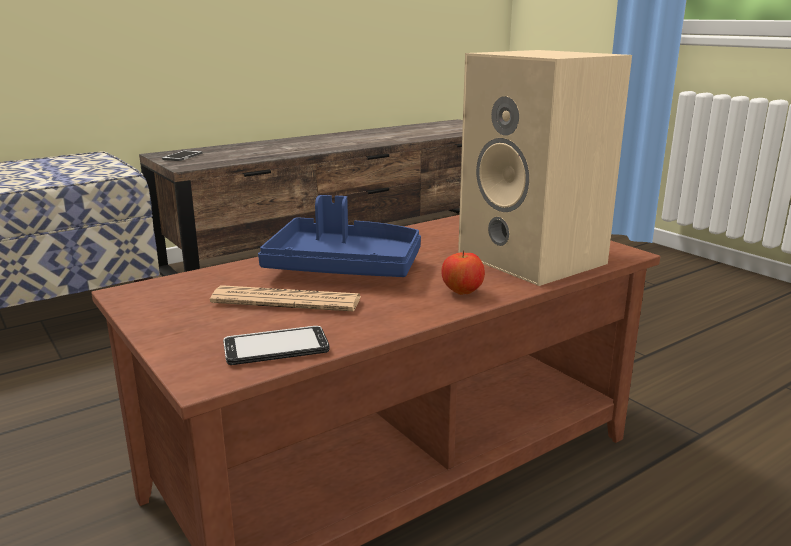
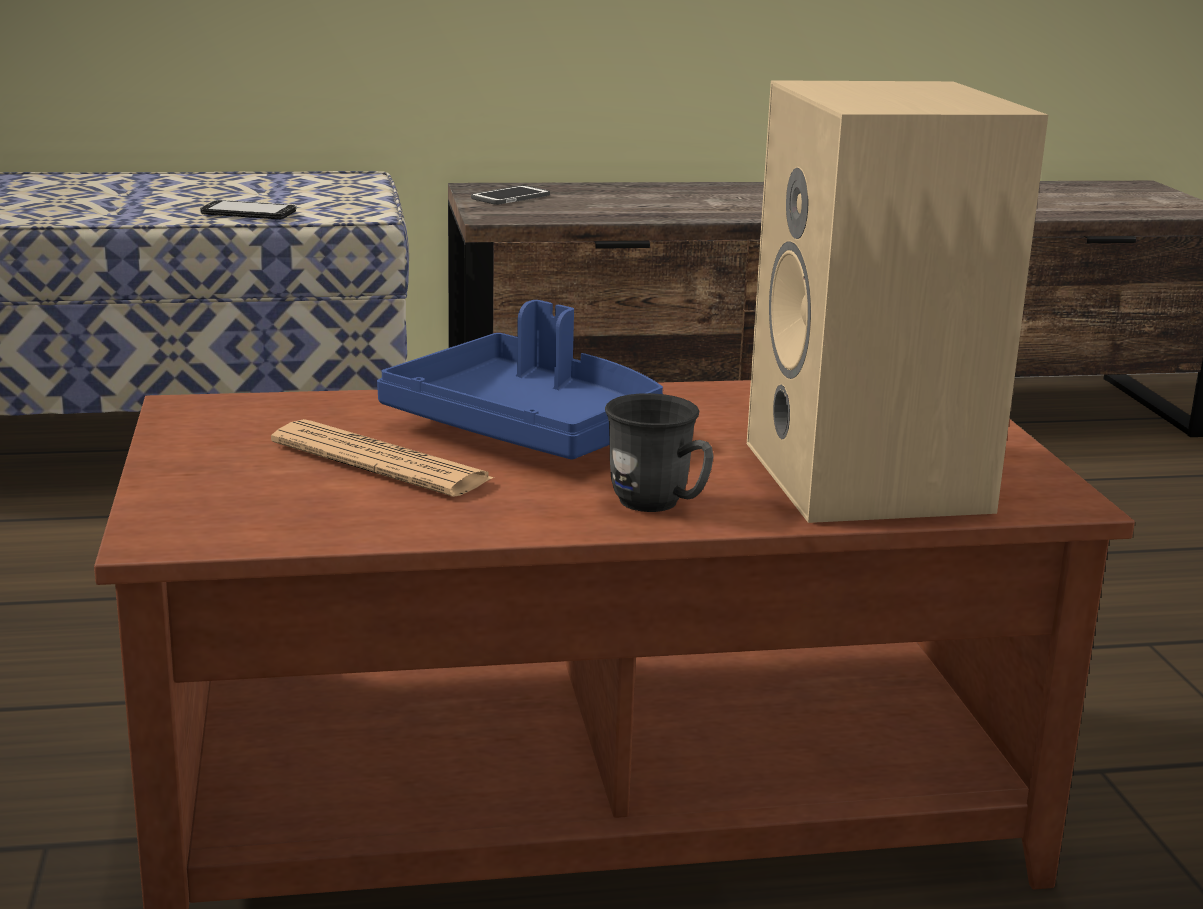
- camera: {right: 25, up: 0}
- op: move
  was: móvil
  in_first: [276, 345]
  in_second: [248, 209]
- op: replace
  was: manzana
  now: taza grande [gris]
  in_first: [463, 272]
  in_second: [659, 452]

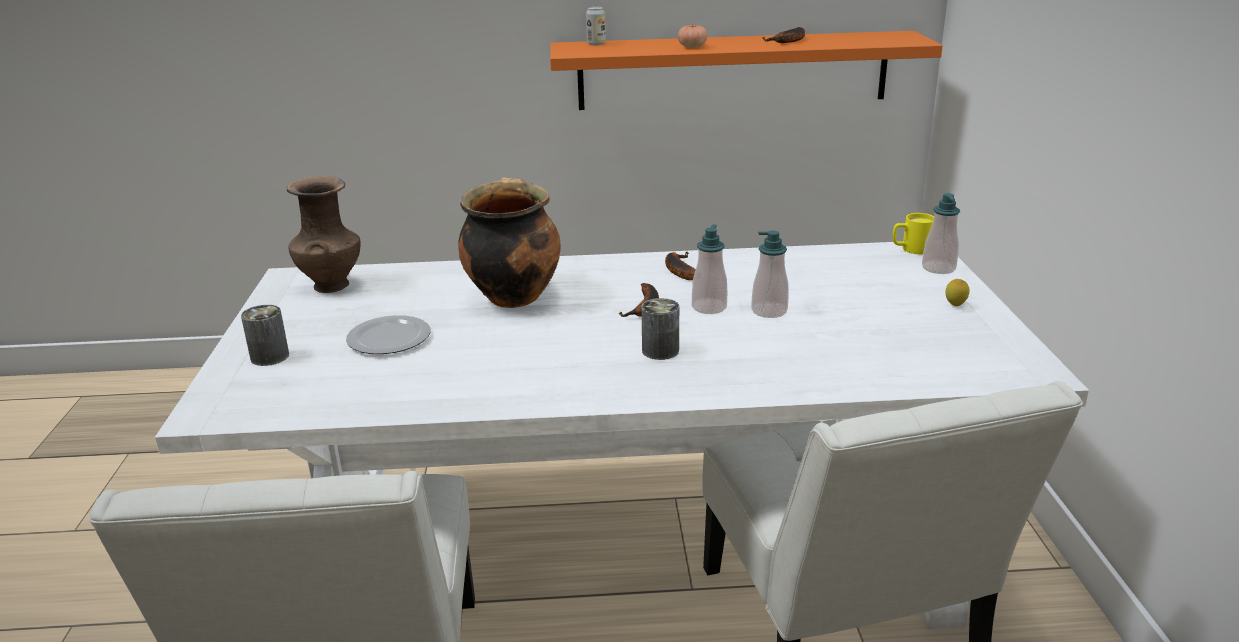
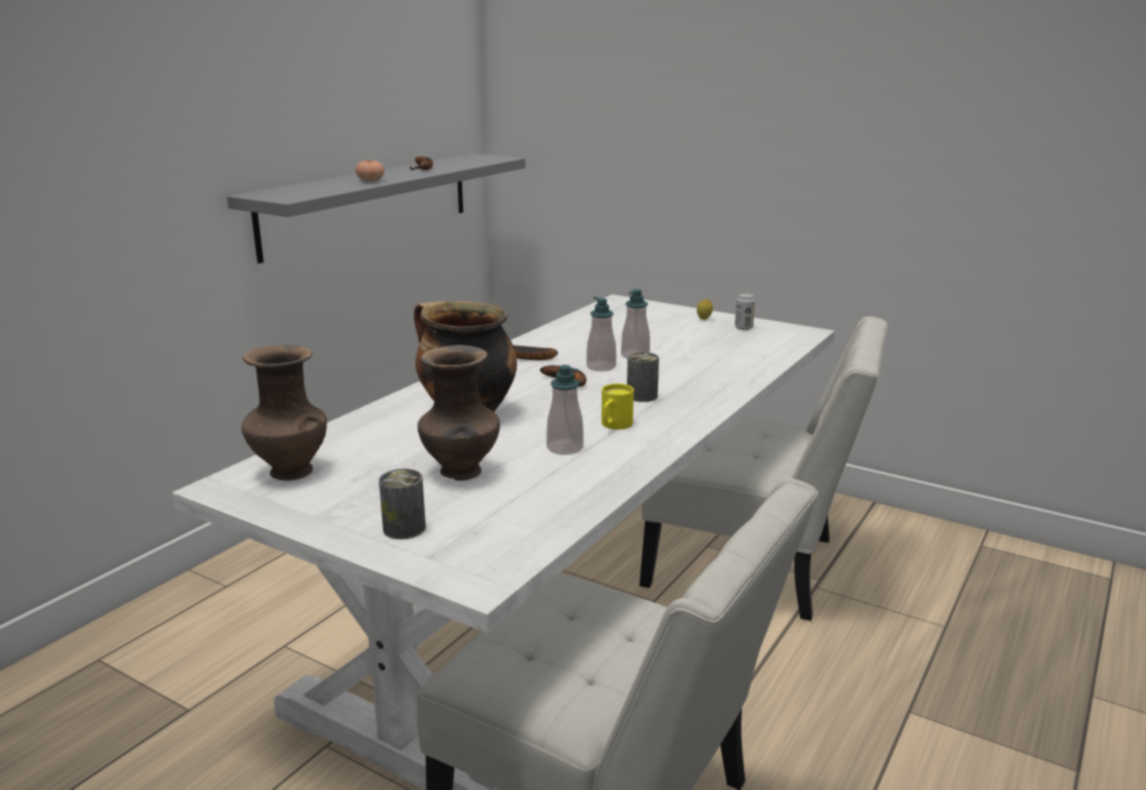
- camera: {right: -55, up: -5}
- op: recolor
  was: estante [naranja]
  now: estante [gris]
  in_first: [746, 70]
  in_second: [376, 208]
- op: replace
  was: plato
  now: florero [marrón]
  in_first: [388, 334]
  in_second: [459, 413]
- op: move
  was: dispensador de jabón
  in_first: [941, 233]
  in_second: [565, 410]
- op: move
  was: taza grande [amarillo]
  in_first: [913, 233]
  in_second: [618, 407]
- op: move
  was: lata
  in_first: [596, 26]
  in_second: [745, 311]

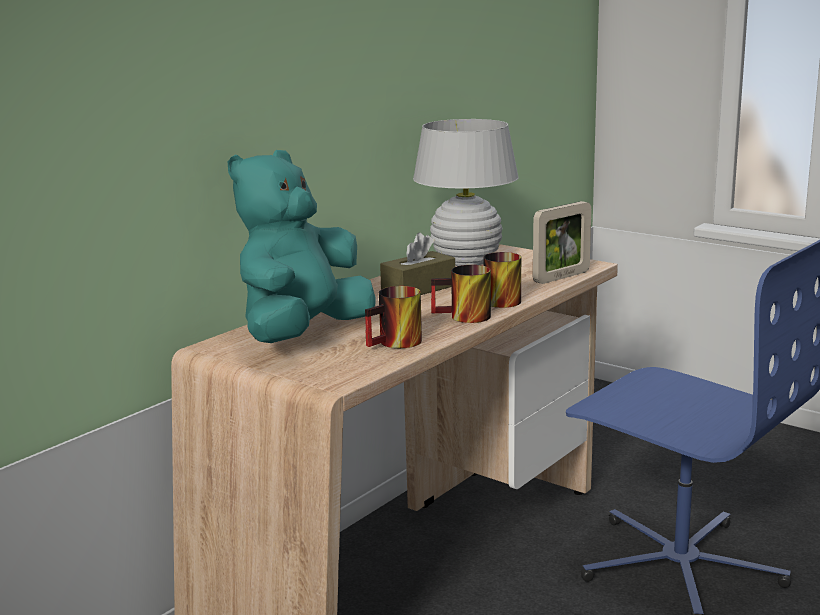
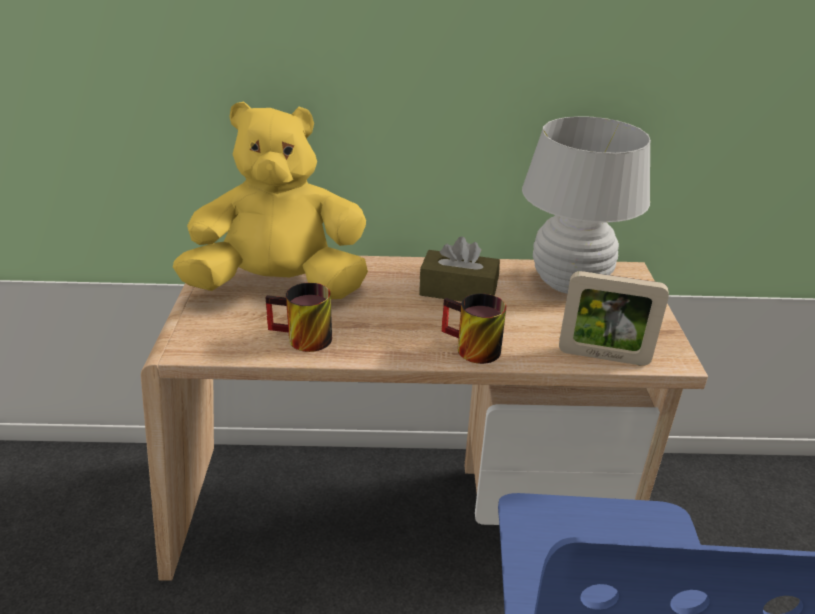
- camera: {right: 50, up: 15}
- op: recolor
  was: peluche [turquesa]
  now: peluche [amarillo]
  in_first: [302, 246]
  in_second: [270, 200]
- op: delete
  was: taza grande
  in_first: [461, 294]

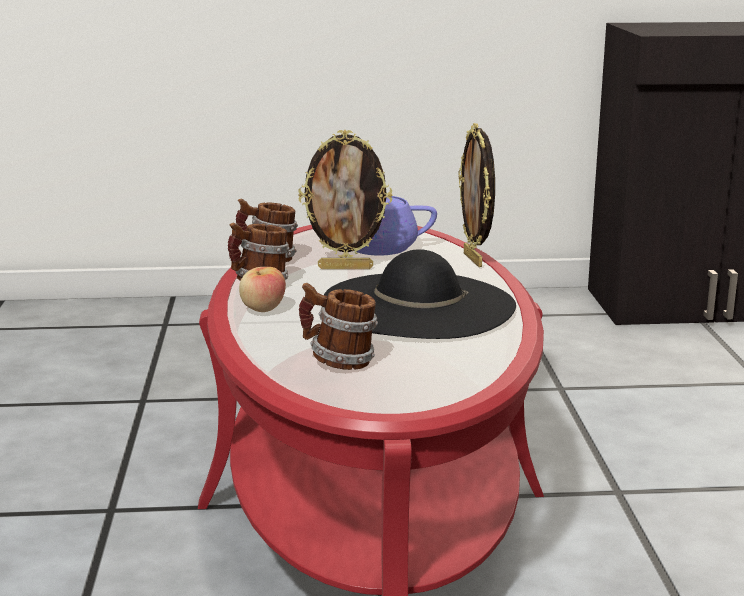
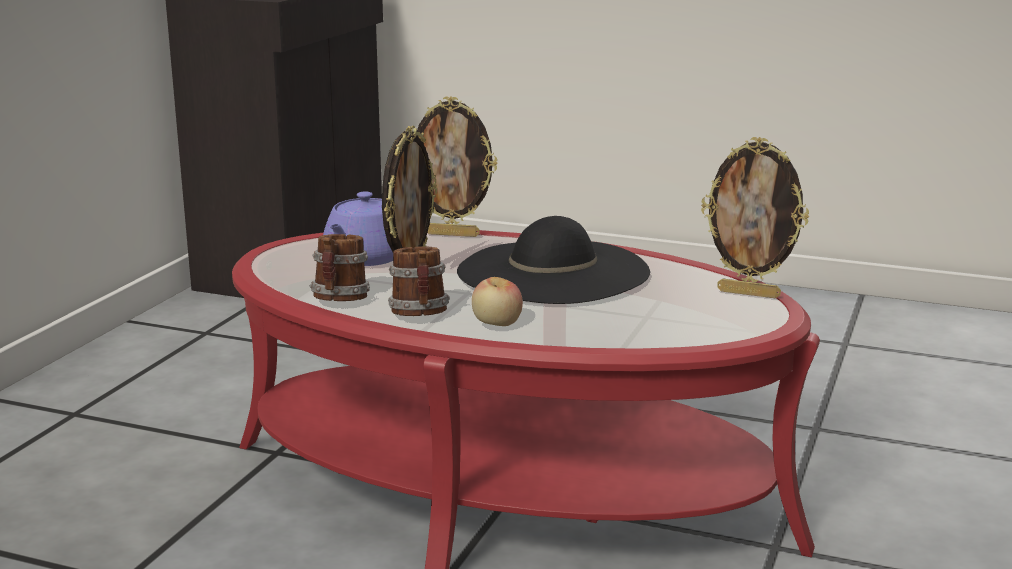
- camera: {right: -65, up: 0}
- op: insert
  now: portarretratos
  in_second: [755, 218]
- op: delete
  was: taza grande
  in_first: [338, 326]

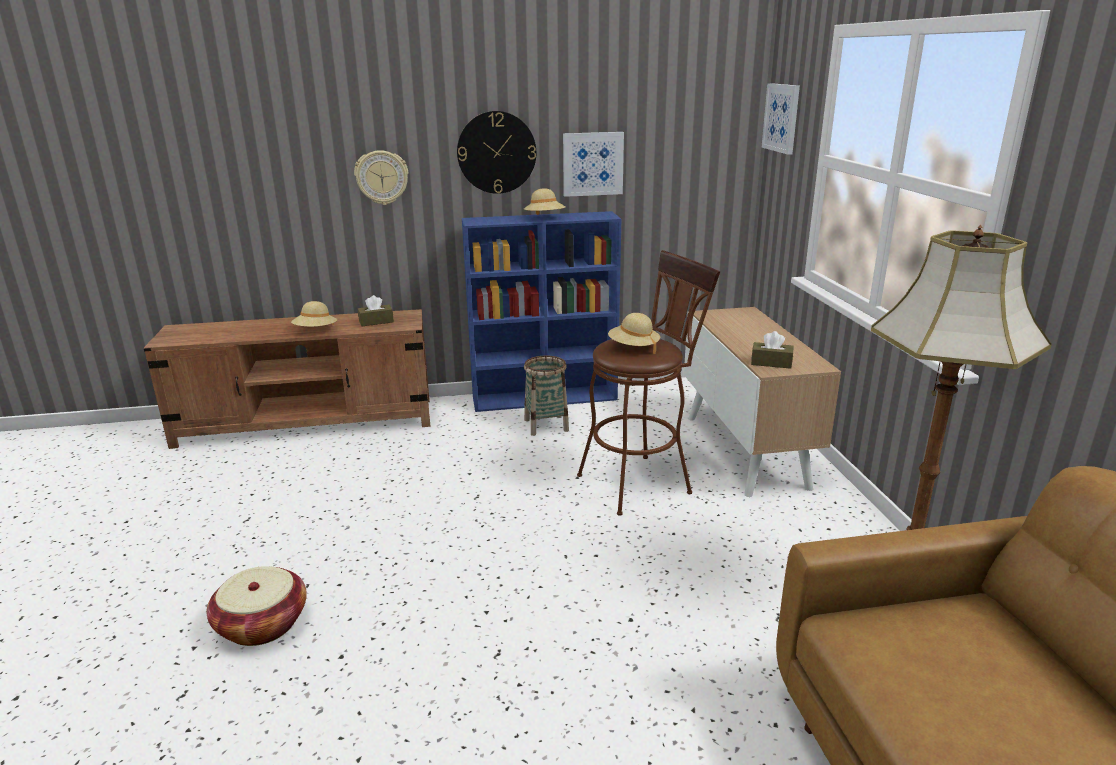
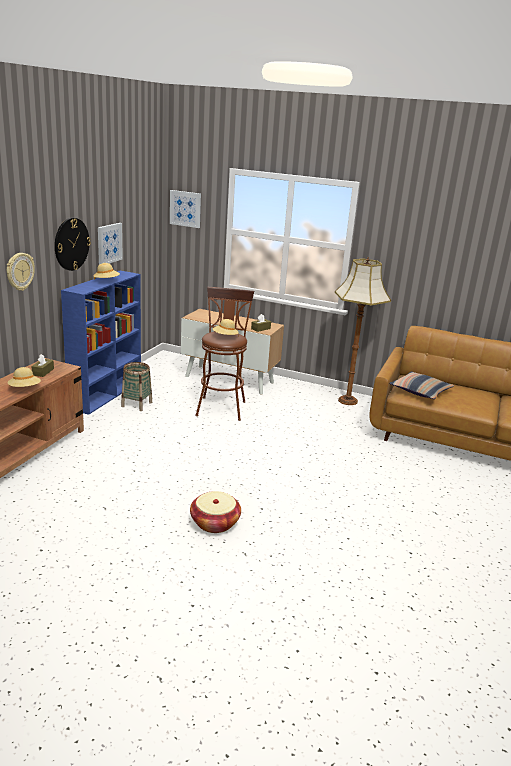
- camera: {right: -60, up: 0}
- op: insert
  now: cojín
  in_second: [422, 385]

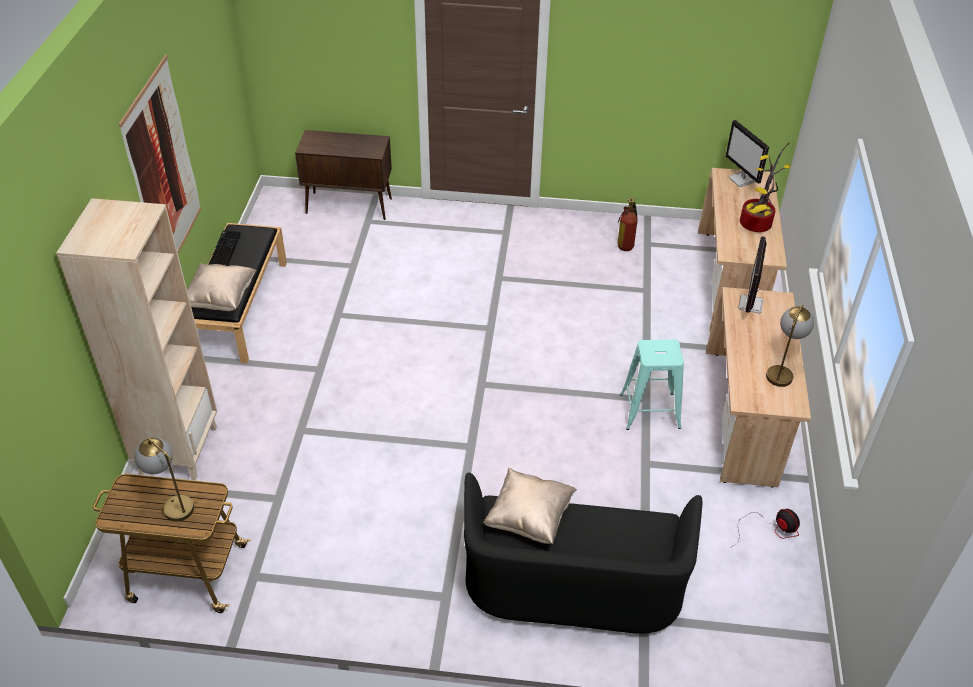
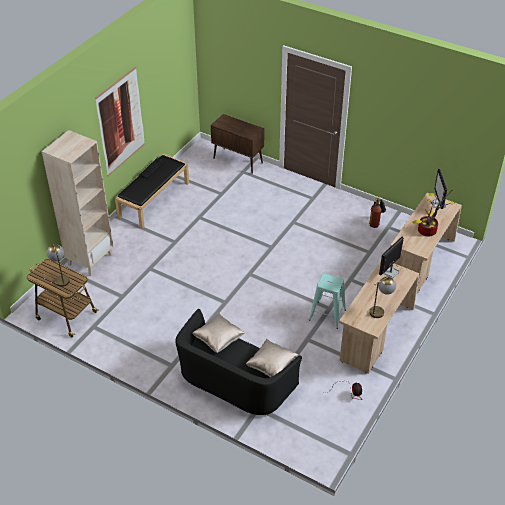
- camera: {right: 25, up: 0}
- op: move
  was: cojín [beis]
  in_first: [222, 287]
  in_second: [272, 358]

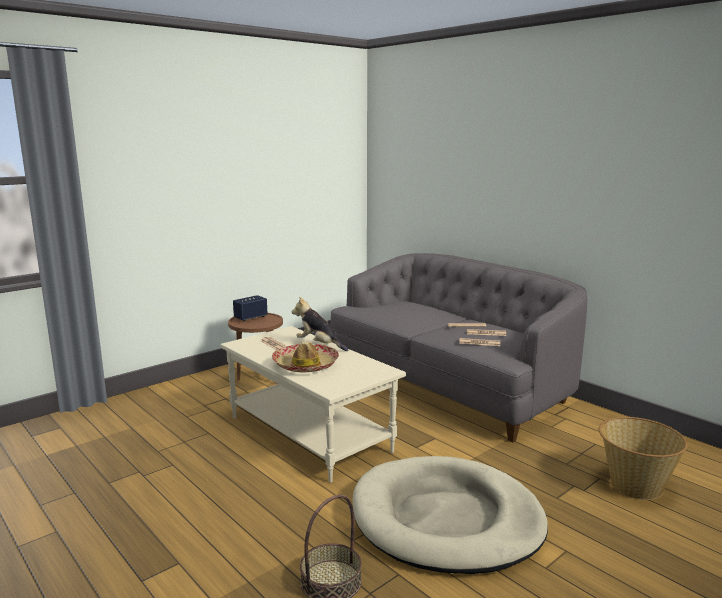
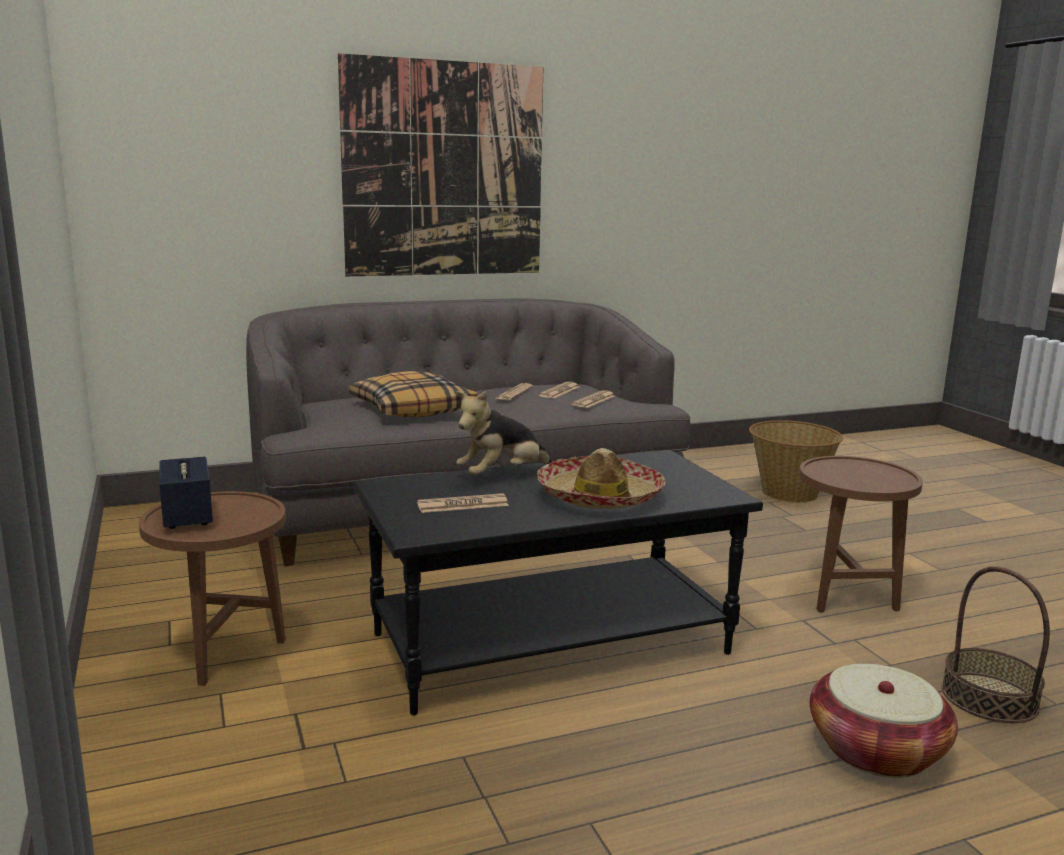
- camera: {right: -70, up: 0}
- op: insert
  now: cuadro
  in_second: [440, 164]
- op: insert
  now: cojín
  in_second: [413, 394]
- op: recolor
  was: mesa de centro [beis]
  now: mesa de centro [negro]
  in_first: [313, 404]
  in_second: [558, 582]
- op: replace
  was: cama para perro [beis]
  now: mesa auxiliar [marrón]
  in_first: [450, 515]
  in_second: [861, 534]
- op: insert
  now: cesta
  in_second: [884, 721]

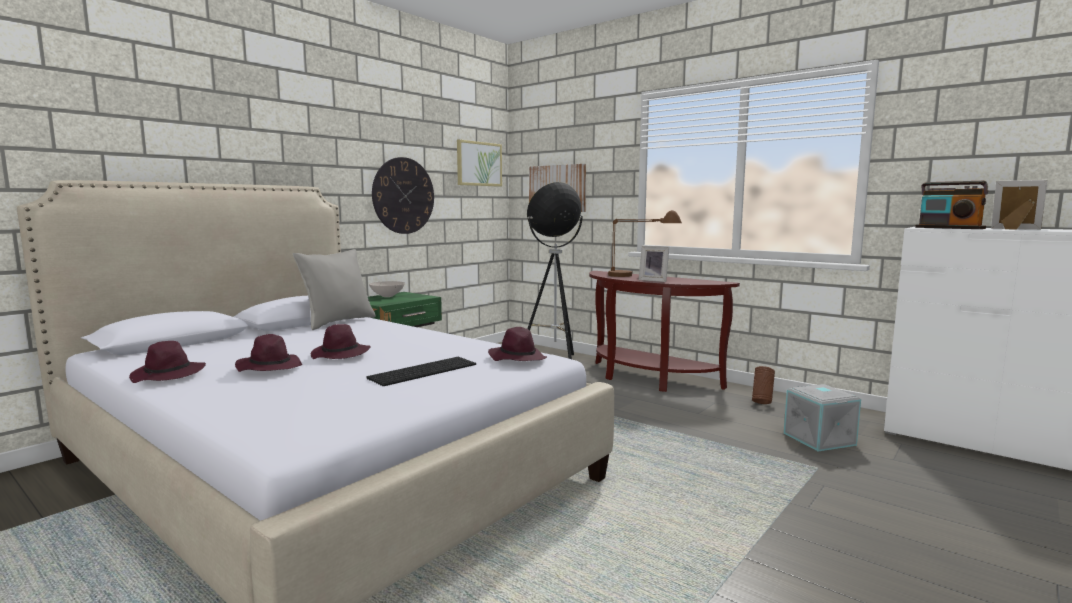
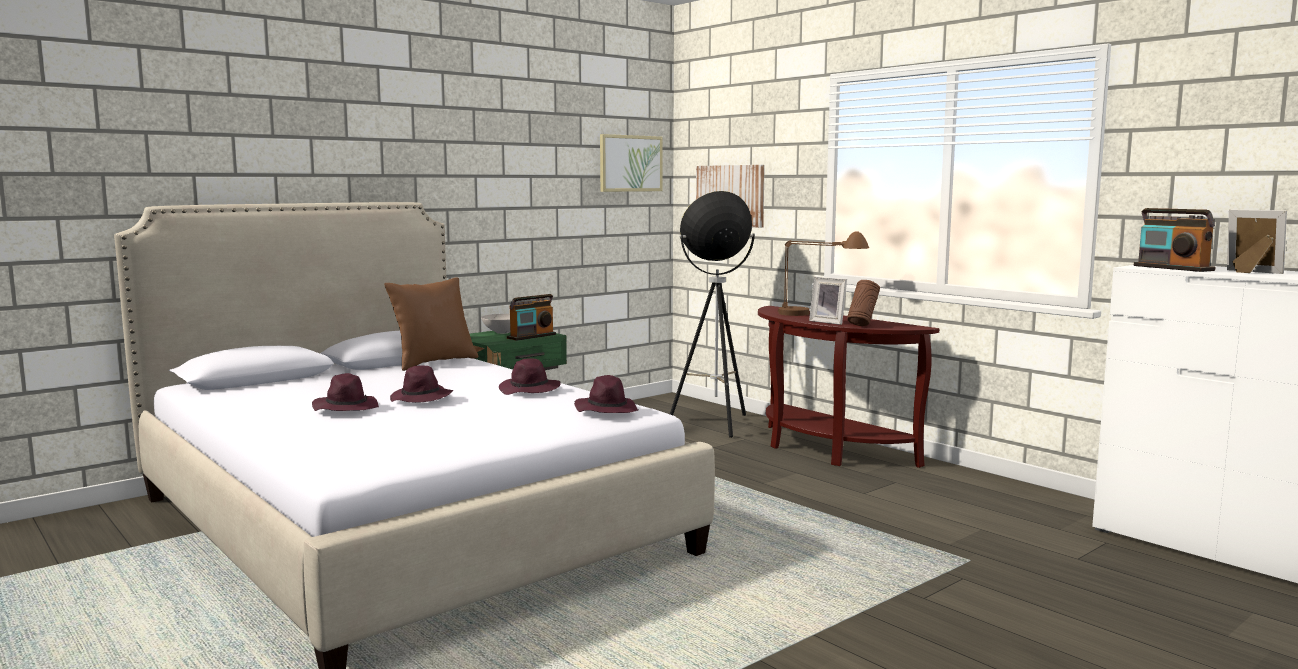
- camera: {right: 10, up: 0}
- op: recolor
  was: cojín [gris]
  now: cojín [marrón]
  in_first: [334, 289]
  in_second: [431, 324]
- op: move
  was: sombrero [morado]
  in_first: [167, 362]
  in_second: [530, 376]
- op: insert
  now: radio
  in_second: [531, 317]
- op: move
  was: florero [marrón]
  in_first: [763, 385]
  in_second: [863, 303]
- op: delete
  was: teclado
  in_first: [421, 371]
- op: delete
  was: reloj de pared
  in_first: [403, 195]
- op: delete
  was: caja de almacenaje [gris]
  in_first: [822, 417]

